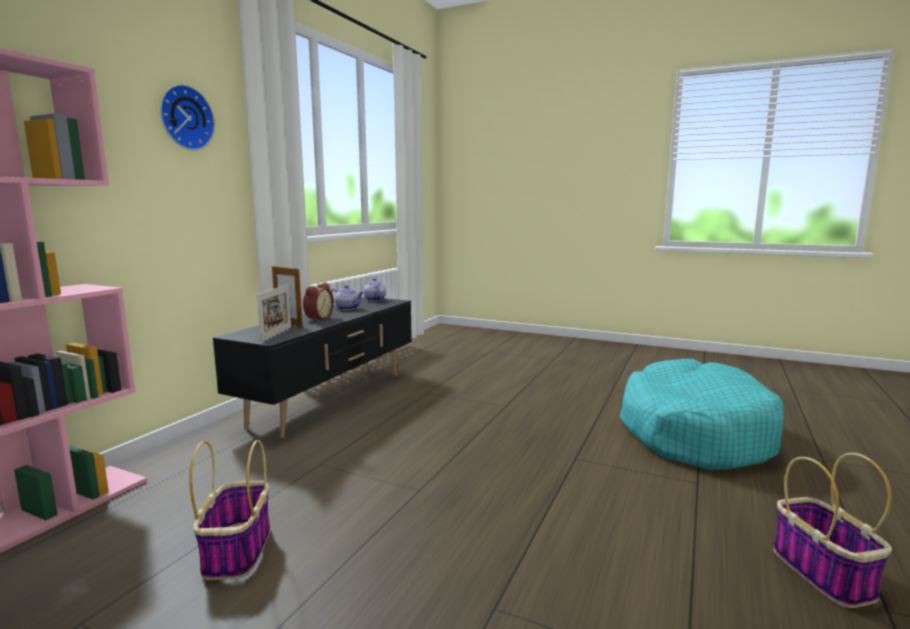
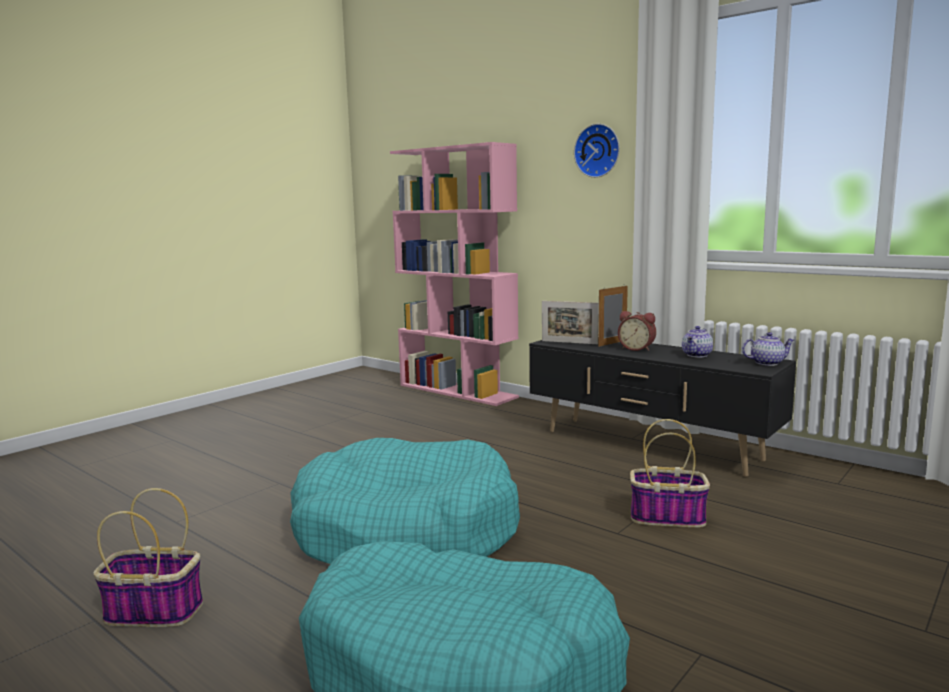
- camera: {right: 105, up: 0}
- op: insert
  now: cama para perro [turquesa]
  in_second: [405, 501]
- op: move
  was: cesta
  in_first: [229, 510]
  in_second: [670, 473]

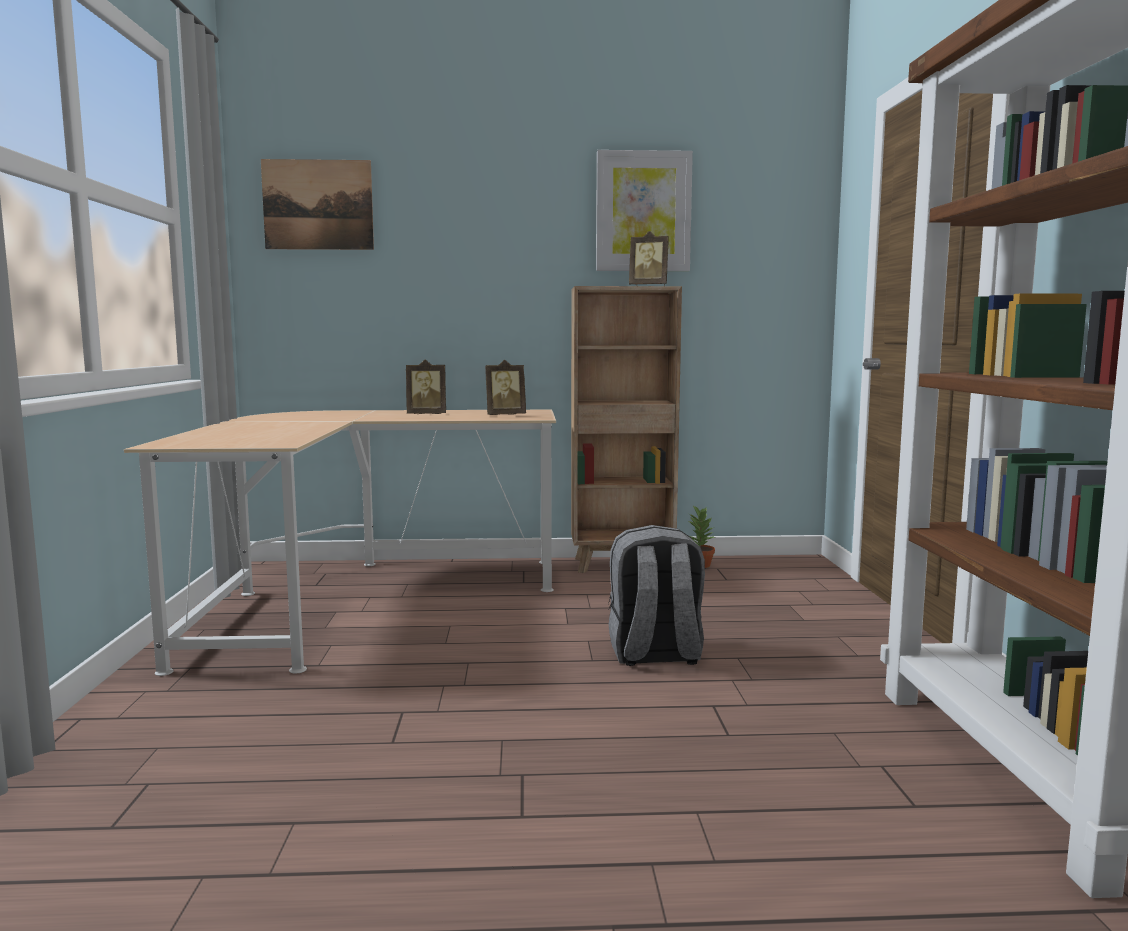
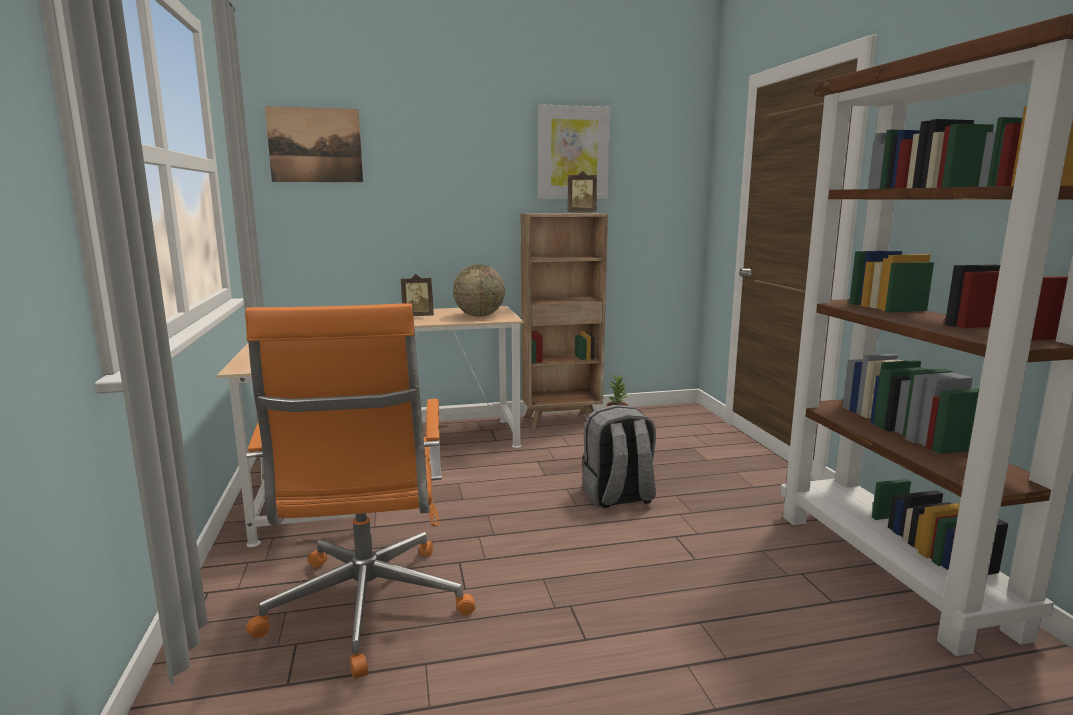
- camera: {right: -10, up: 5}
- op: insert
  now: silla de oficina [naranja]
  in_second: [360, 491]
- op: replace
  was: portarretratos
  now: globo terráqueo
  in_first: [505, 387]
  in_second: [479, 290]

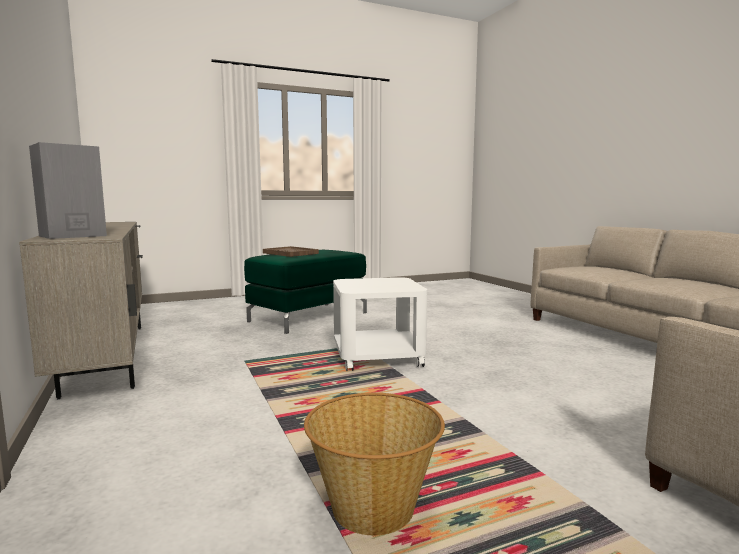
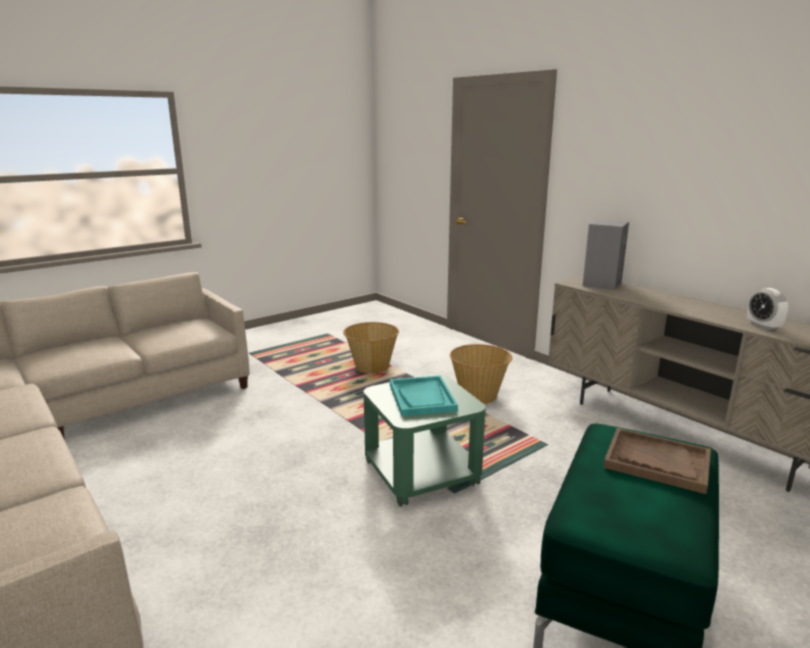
- camera: {right: 165, up: 10}
- op: recolor
  was: mesa auxiliar [blanco]
  now: mesa auxiliar [verde]
  in_first: [380, 324]
  in_second: [425, 440]
- op: insert
  now: bandeja [turquesa]
  in_second: [424, 396]
- op: insert
  now: cesta
  in_second: [481, 374]
- op: insert
  now: despertador
  in_second: [767, 309]

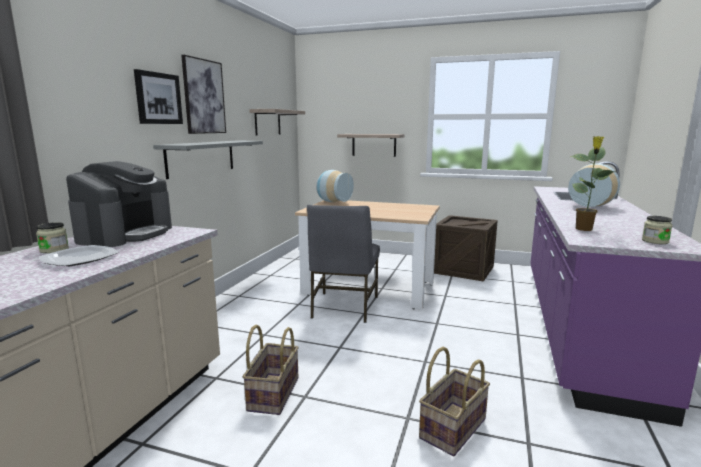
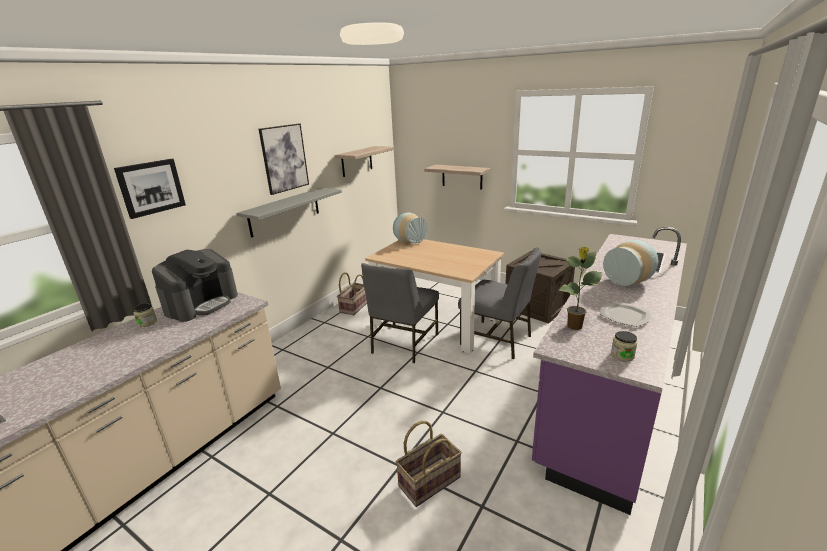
- camera: {right: 15, up: 10}
- op: move
  was: cuadro
  in_first: [158, 96]
  in_second: [150, 189]
- op: move
  was: cesta
  in_first: [271, 370]
  in_second: [352, 293]
- op: insert
  now: silla [gris]
  in_second: [499, 303]
- op: move
  was: plato
  in_first: [79, 256]
  in_second: [626, 314]

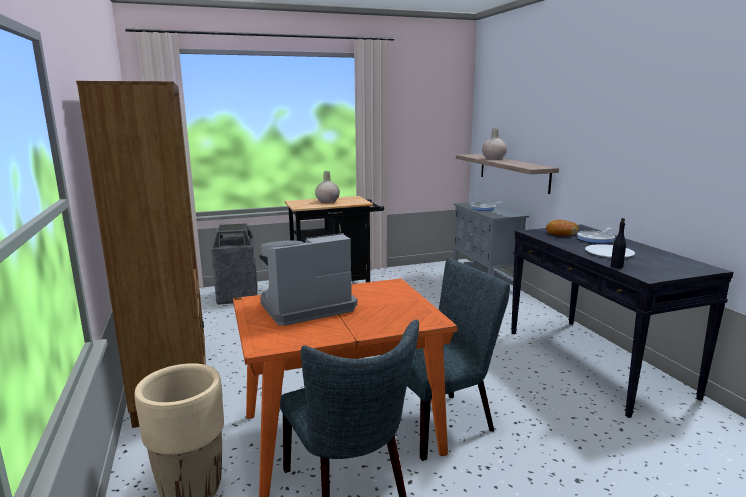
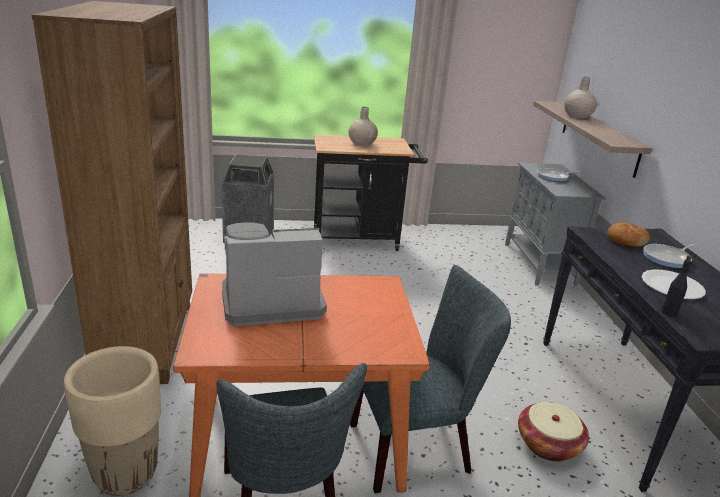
- camera: {right: 10, up: 10}
- op: insert
  now: cesta
  in_second: [553, 432]

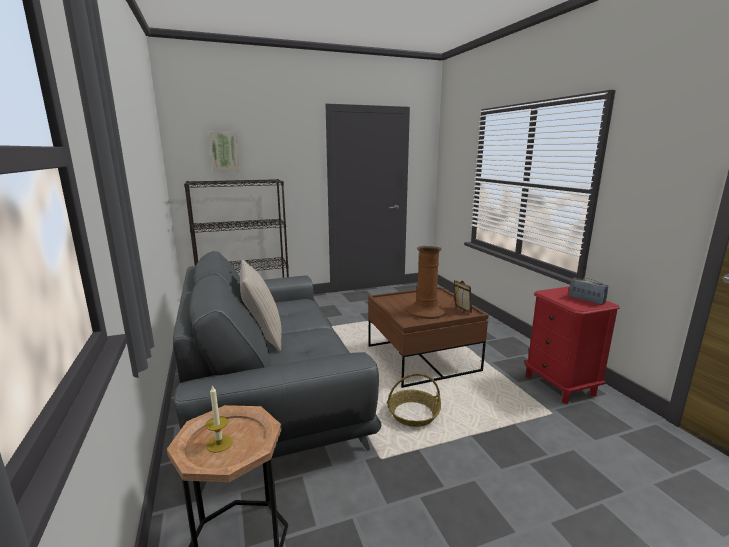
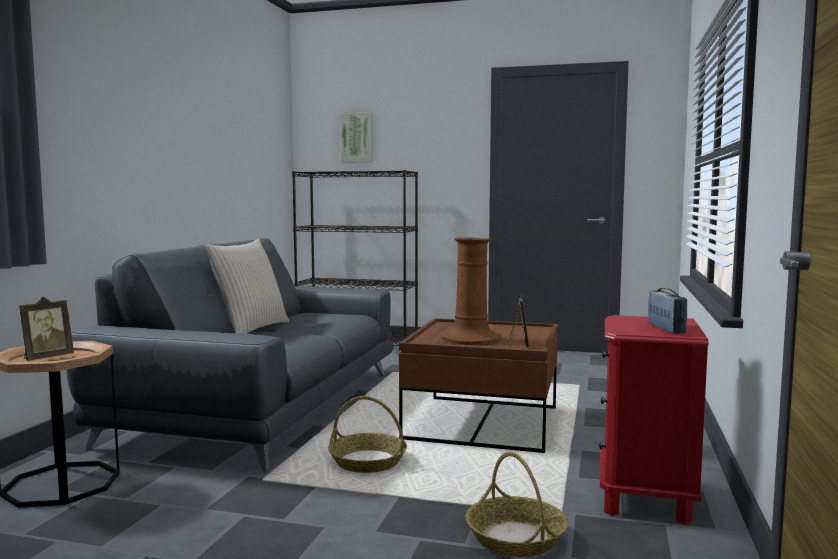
- camera: {right: 35, up: -10}
- op: replace
  was: vela
  now: portarretratos
  in_first: [219, 419]
  in_second: [46, 328]
- op: insert
  now: cesta
  in_second: [517, 504]

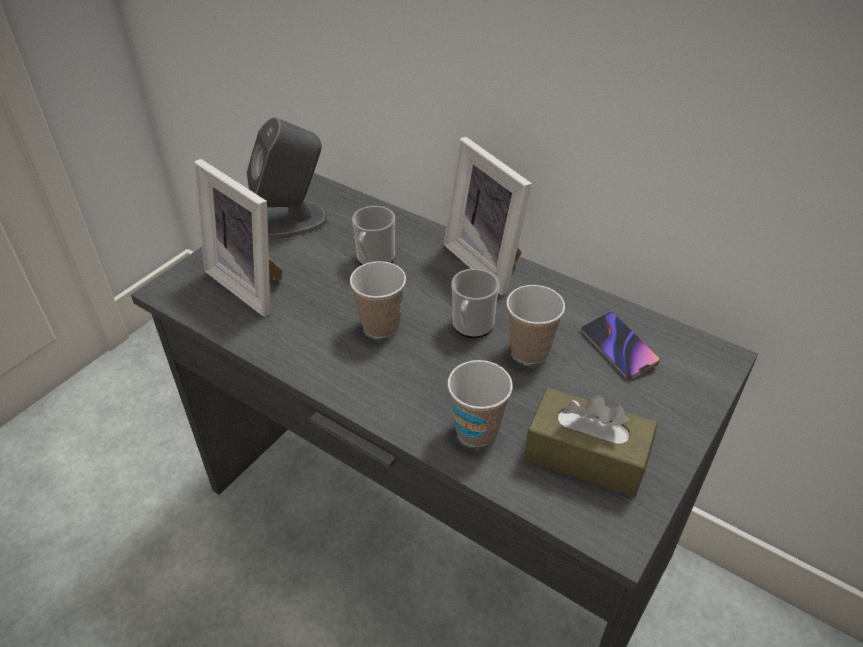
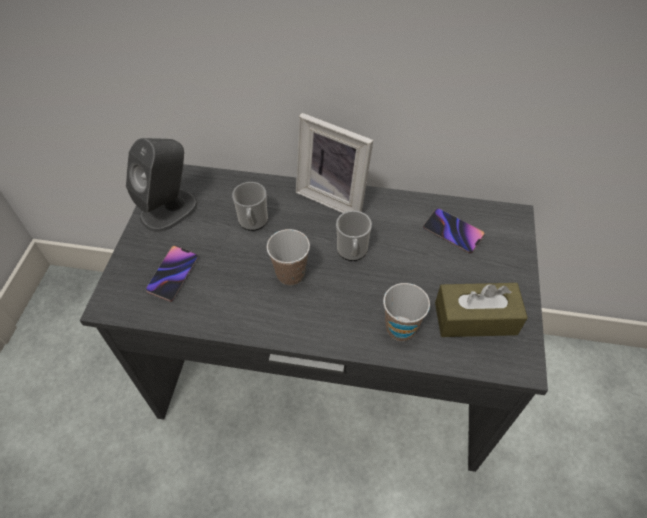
- camera: {right: -25, up: 10}
- op: replace
  was: portarretratos
  now: móvil
  in_first: [238, 238]
  in_second: [172, 273]
- op: delete
  was: taza
  in_first: [536, 324]

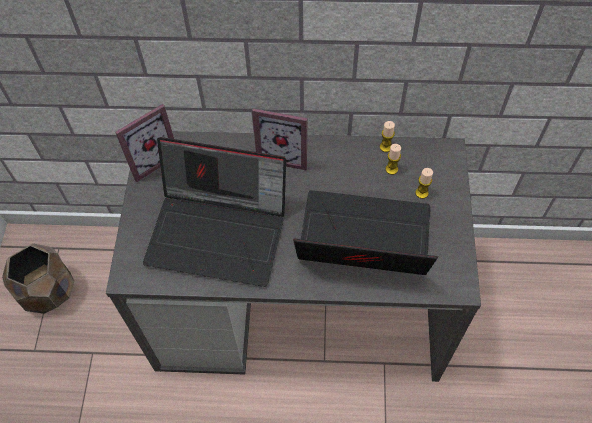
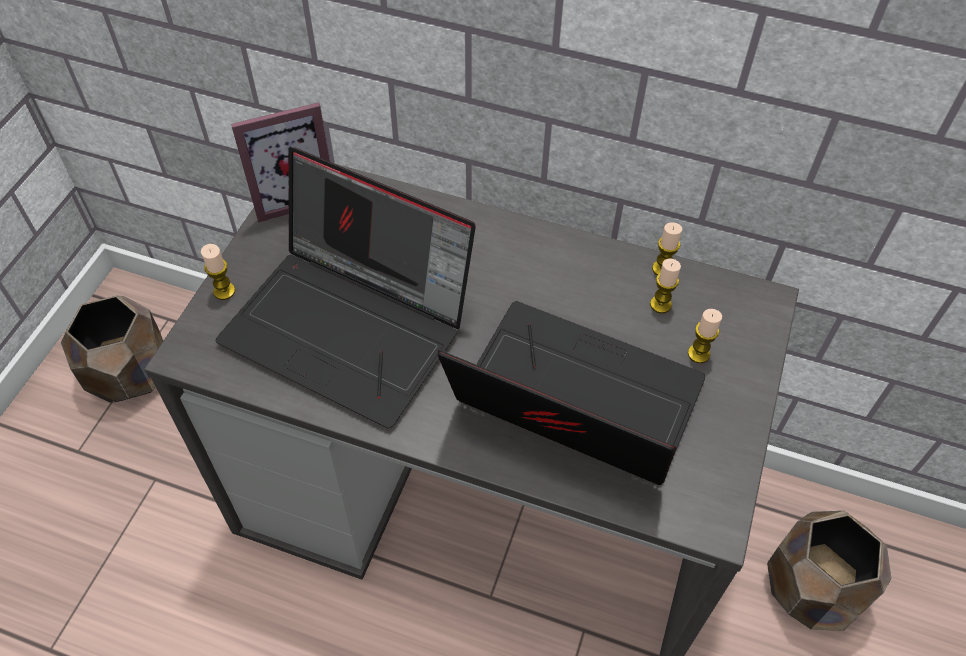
- camera: {right: 15, up: -5}
- op: insert
  now: vela
  in_second: [218, 272]
- op: insert
  now: maceta [marrón]
  in_second: [829, 571]
- op: delete
  was: portarretratos
  in_first: [279, 139]

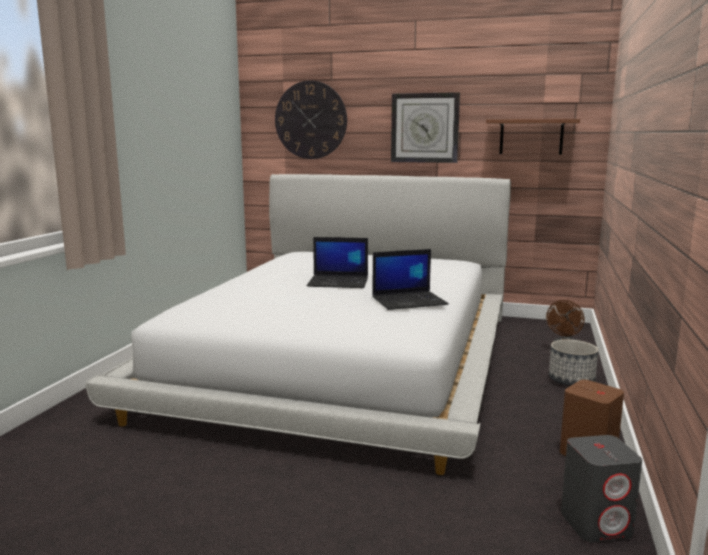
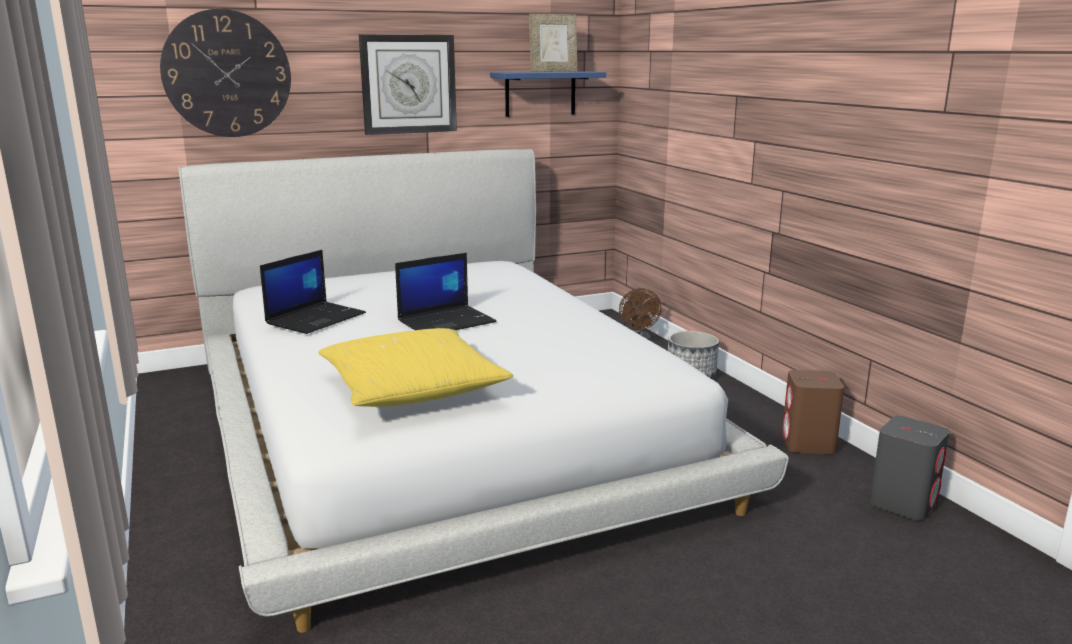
- camera: {right: -40, up: 5}
- op: move
  was: portátil
  in_first: [410, 279]
  in_second: [313, 292]
- op: insert
  now: cojín [amarillo]
  in_second: [415, 367]
- op: recolor
  was: estante [marrón]
  now: estante [azul]
  in_first: [533, 136]
  in_second: [548, 94]
- op: insert
  now: portarretratos
  in_second: [553, 43]

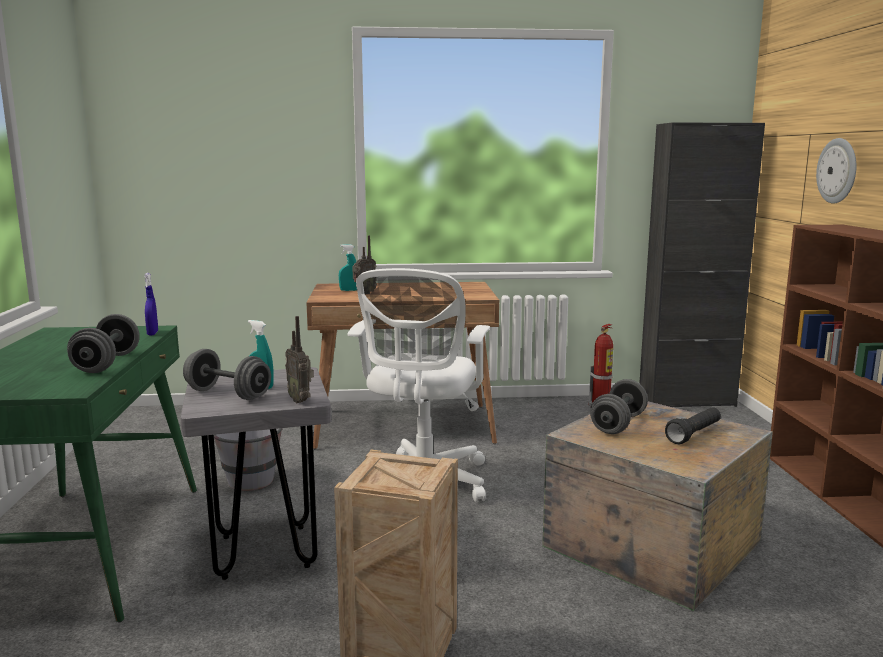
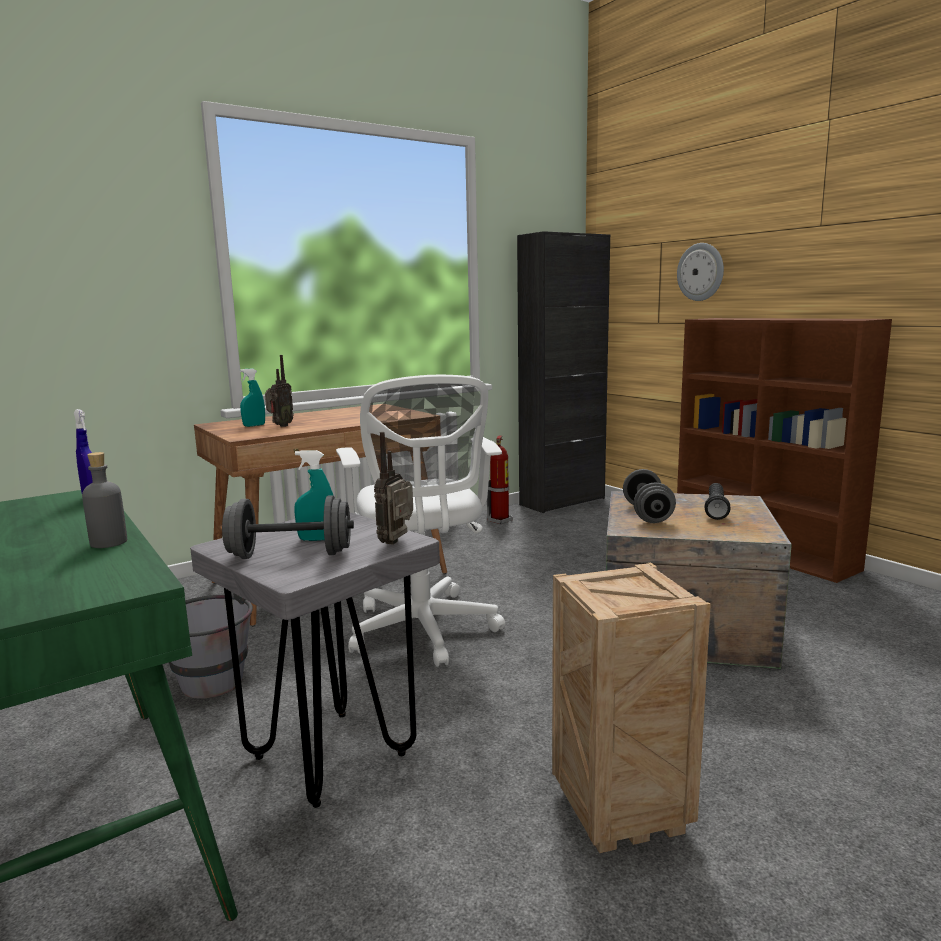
- camera: {right: -30, up: 0}
- op: replace
  was: mancuerna [gris]
  now: botella [gris]
  in_first: [103, 343]
  in_second: [104, 500]
- op: rotate
  was: radio
  in_first: [299, 359]
  in_second: [393, 488]
  clockwise: 90

